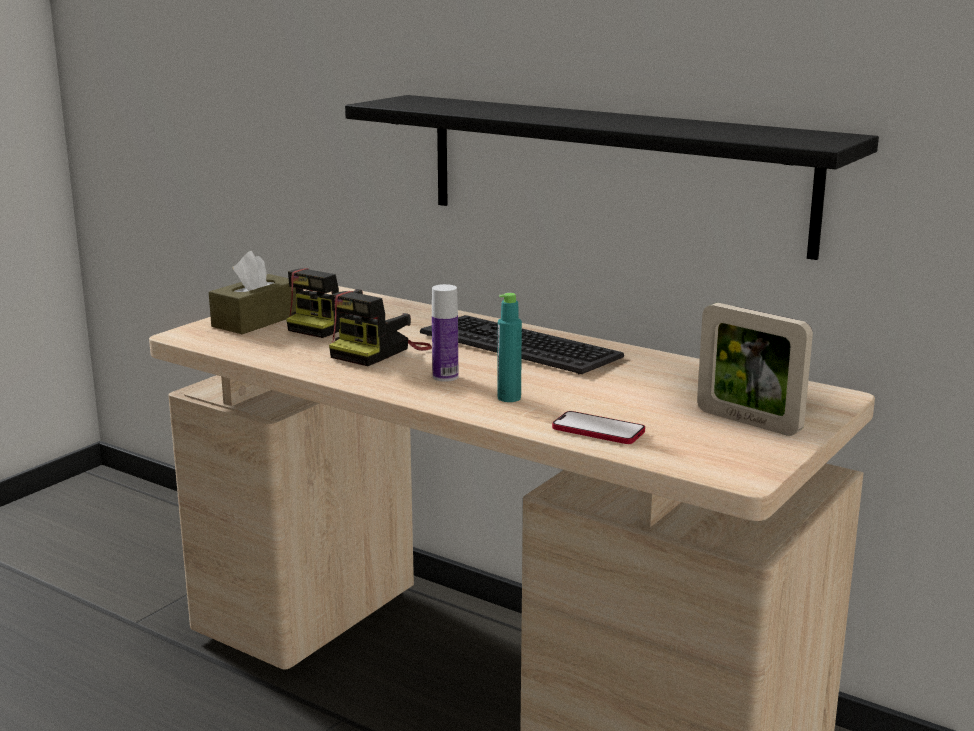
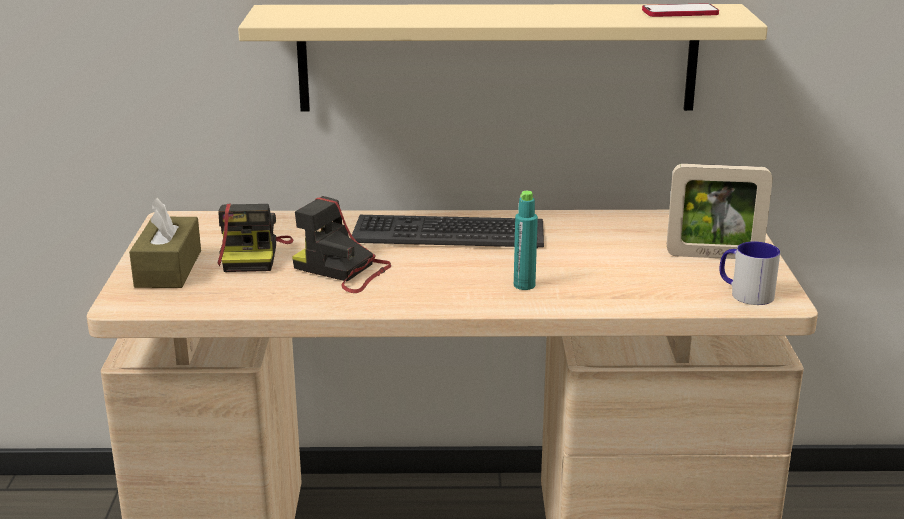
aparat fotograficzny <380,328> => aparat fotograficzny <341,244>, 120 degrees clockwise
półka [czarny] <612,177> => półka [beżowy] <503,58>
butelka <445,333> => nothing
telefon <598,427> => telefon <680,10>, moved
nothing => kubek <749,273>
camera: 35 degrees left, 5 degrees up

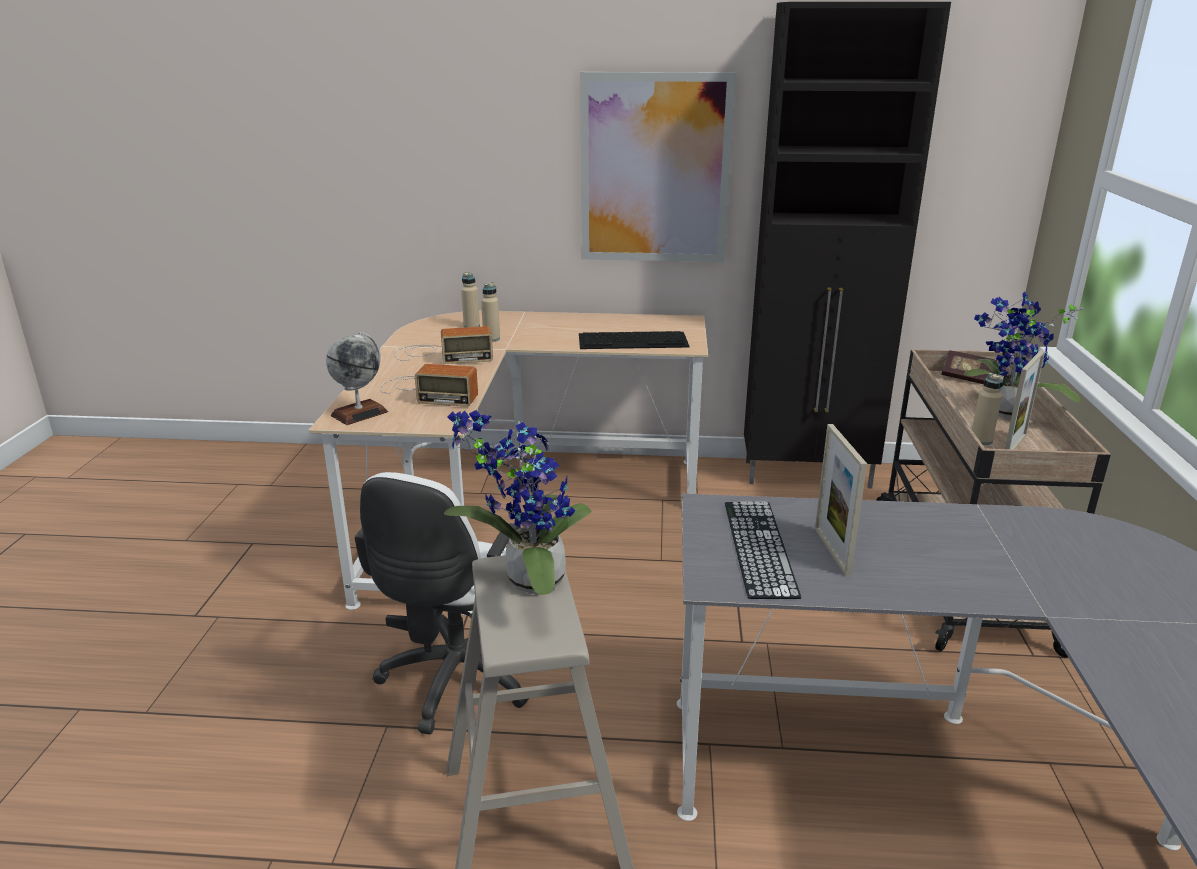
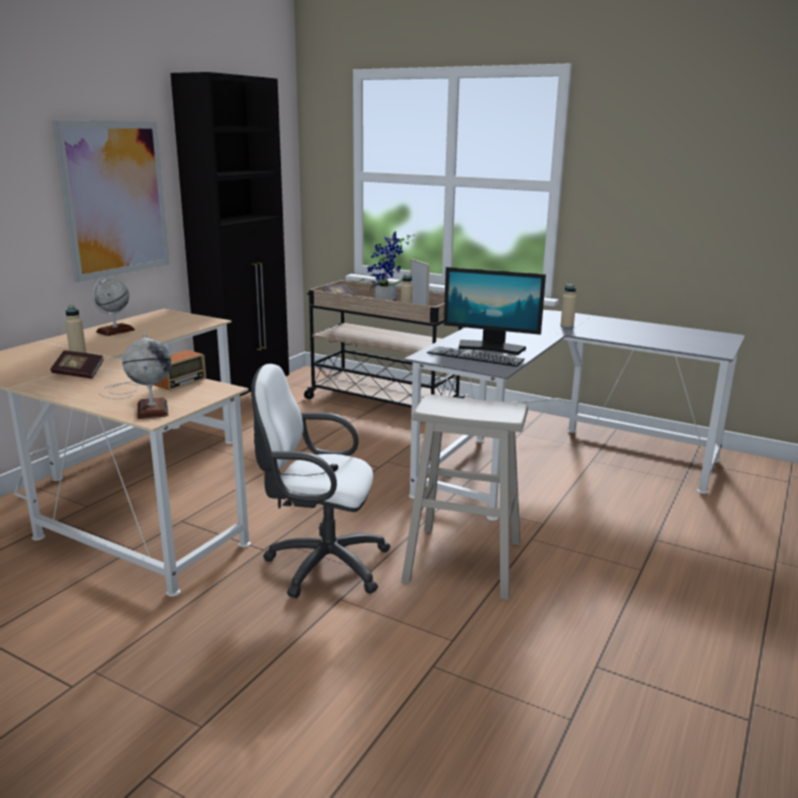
krzesło biurowe [biały] <441,603> => krzesło biurowe [biały] <320,481>, 150 degrees clockwise
radio <444,345> => książka <77,364>
roślina doniczkowa <517,502> => nothing
butelka [beżowy] <470,300> => butelka [beżowy] <568,306>, moved
klawiatura <634,340> => nothing
ramka na zdjęcie <841,500> => monitor <495,311>
nothing => globus <113,306>
camera: 65 degrees left, 5 degrees down

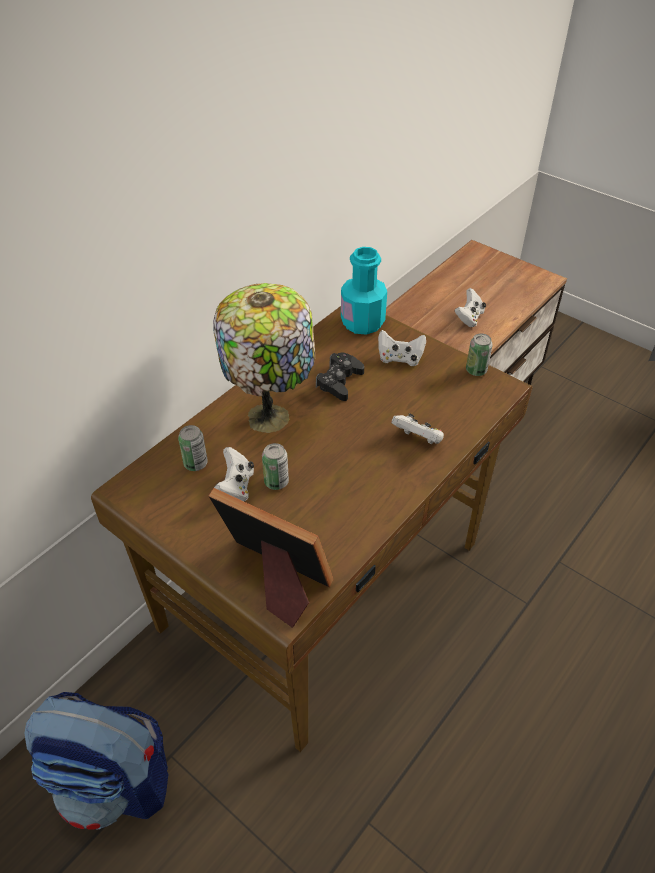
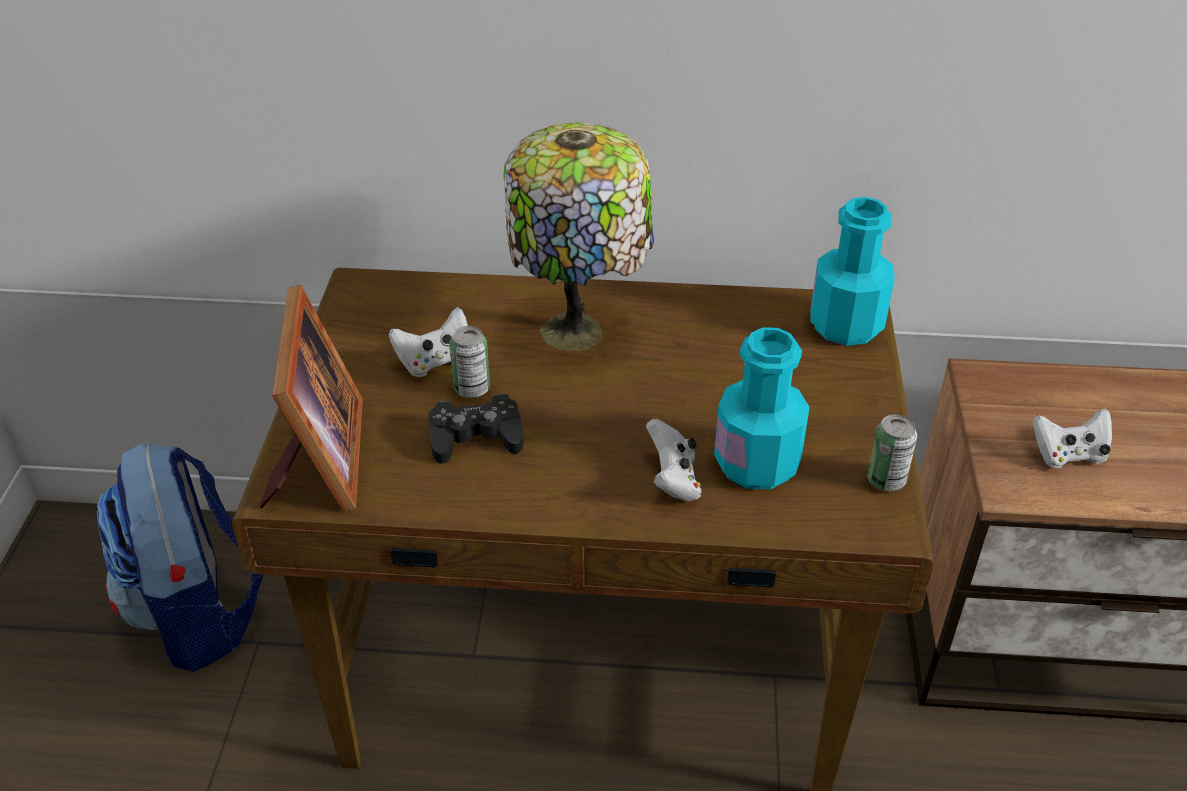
puszka <193,448> => nothing
pad do gier [czarny] <340,377> => pad do gier [czarny] <476,429>, moved
pad do gier [biały] <402,348> => nothing
nothing => butelka [turkusowy] <762,408>
camera: 55 degrees right, 5 degrees down

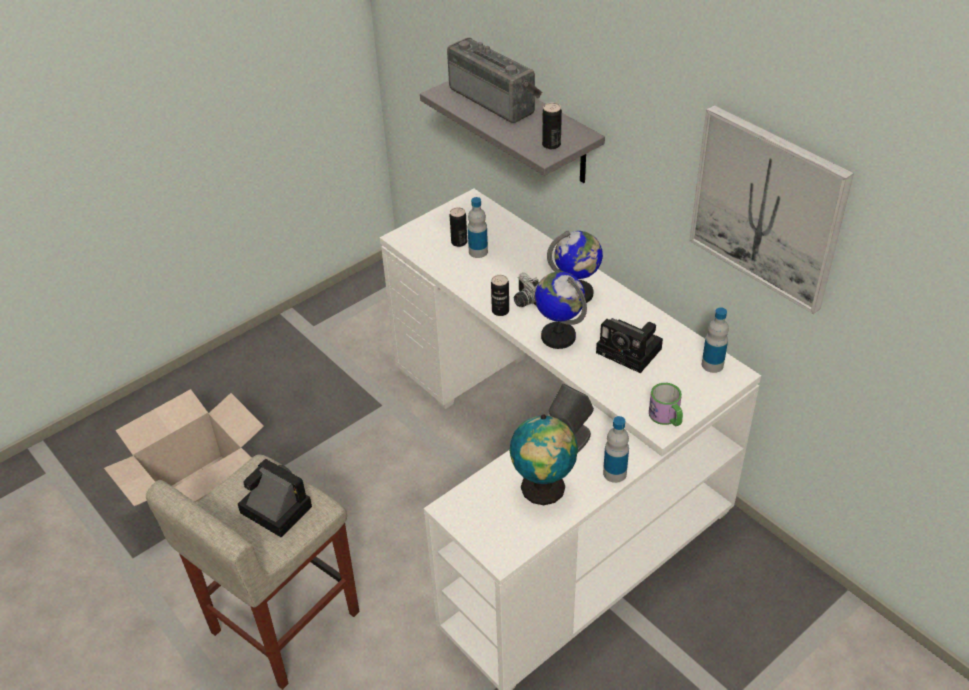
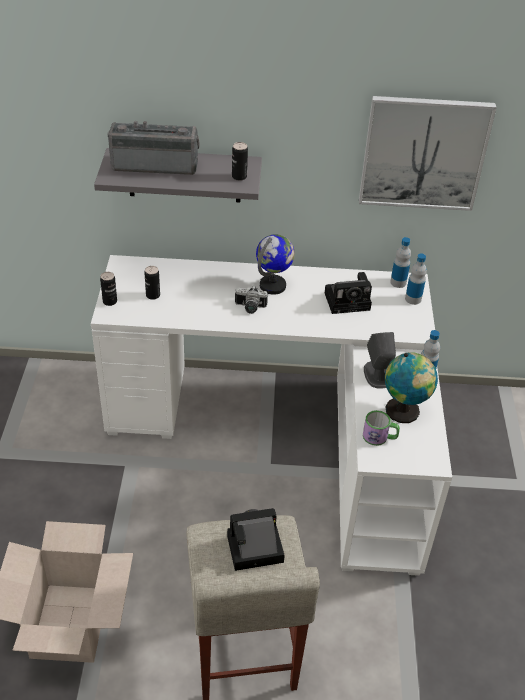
butelka <478,227> => butelka <416,279>, moved
puszka <500,295> => puszka <108,289>, moved
globus <561,310> => nothing
kubek <666,404> => kubek <381,428>, moved
camera: 50 degrees left, 0 degrees up

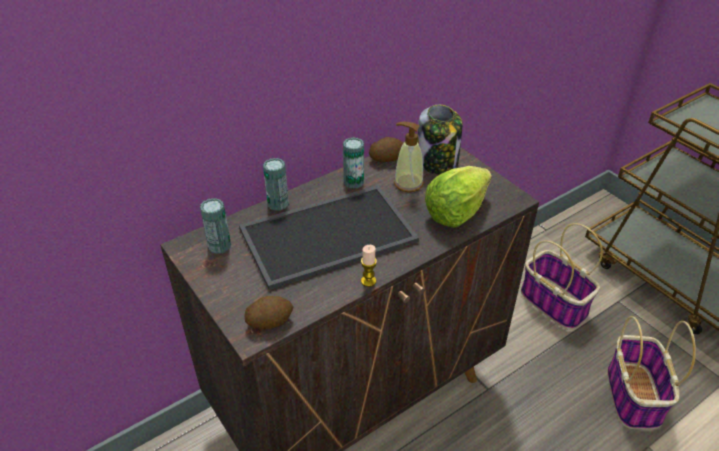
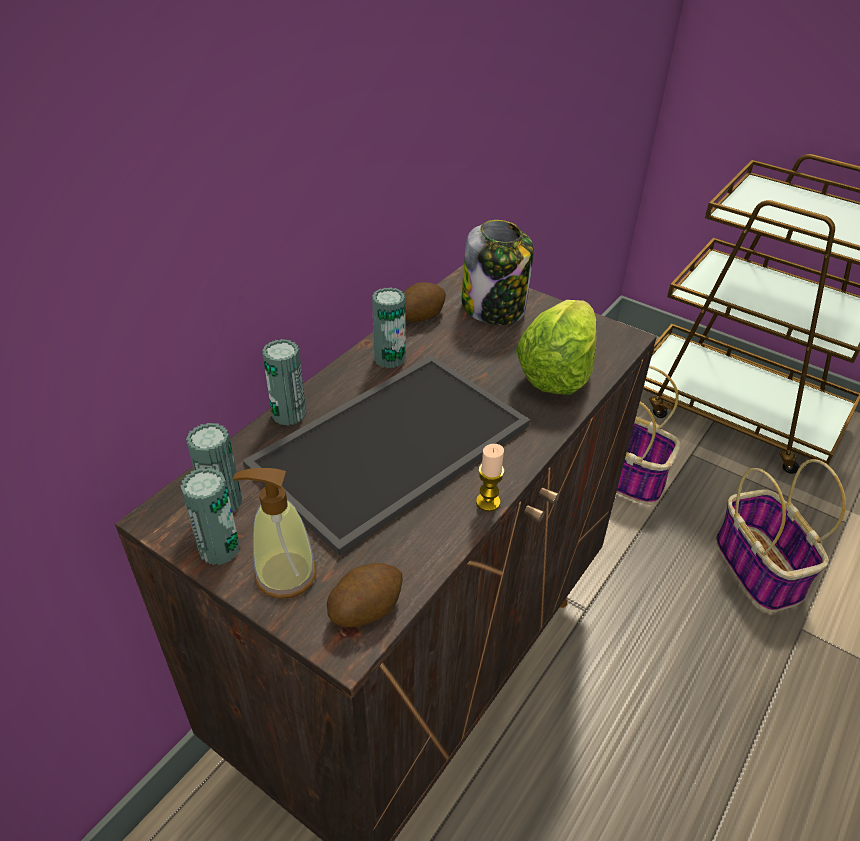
dozownik mydła <409,157> => dozownik mydła <274,533>, moved
nothing => puszka <210,516>
camera: 20 degrees left, 0 degrees up

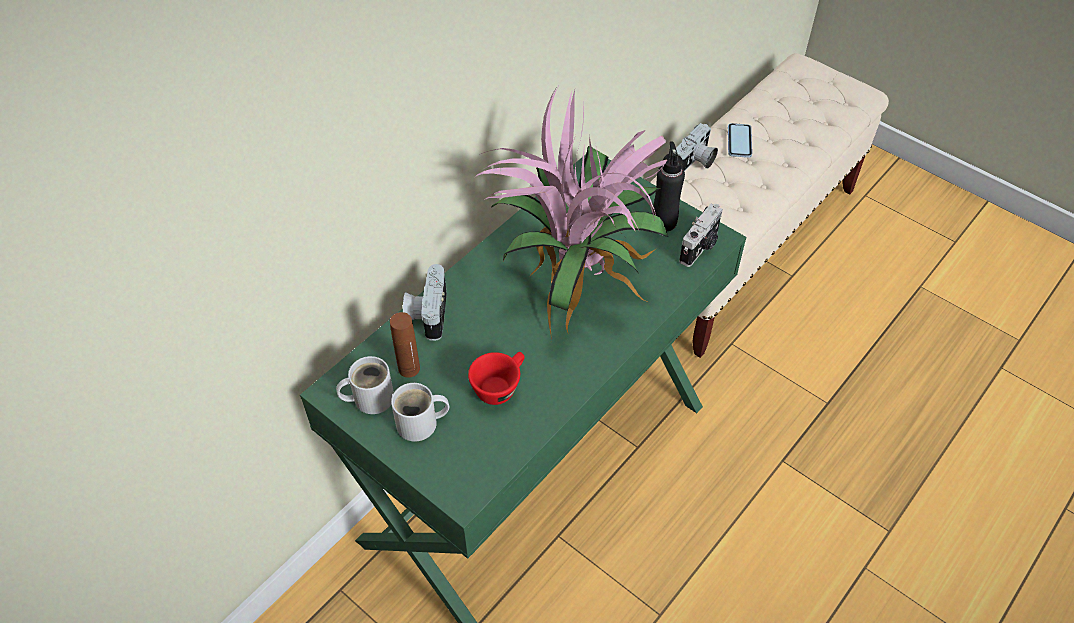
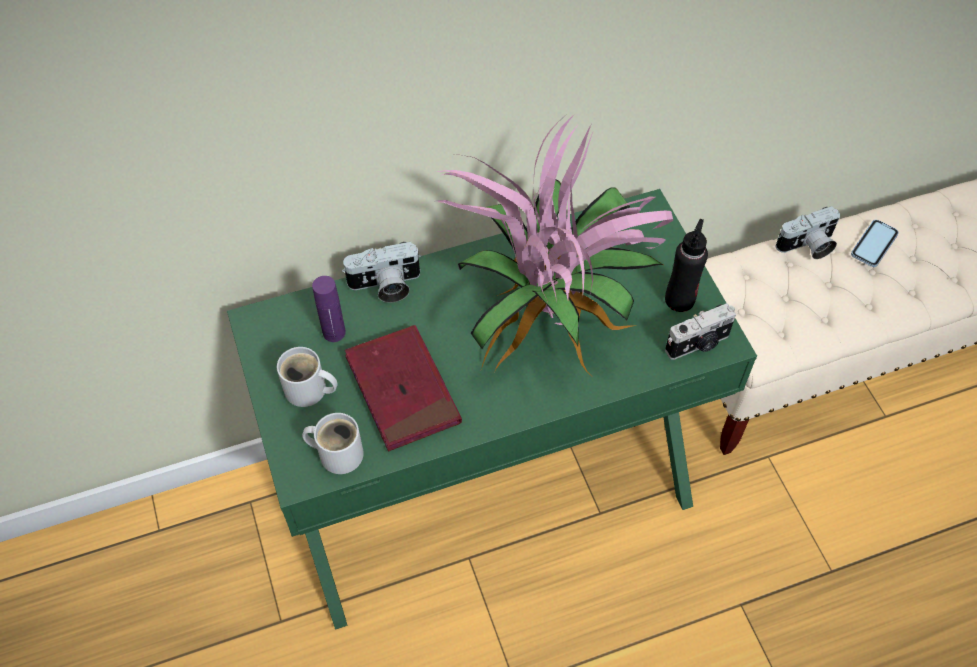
kubek [biały] <365,385> => kubek [biały] <333,443>, moved
butelka [brązowy] <405,345> => butelka [fioletowy] <329,309>
aparat fotograficzny <425,302> => aparat fotograficzny <381,272>, 135 degrees counterclockwise
filiżanka [czerwony] <496,378> => książka [czerwony] <403,388>
camera: 30 degrees right, 5 degrees up

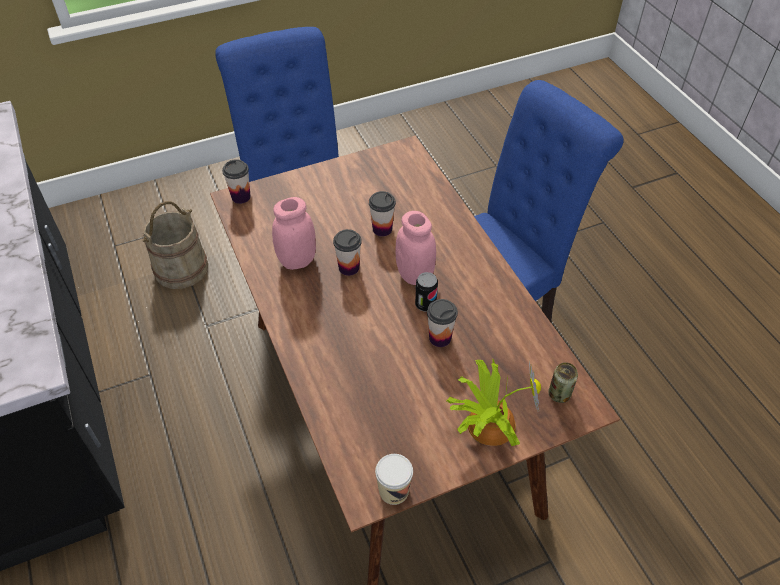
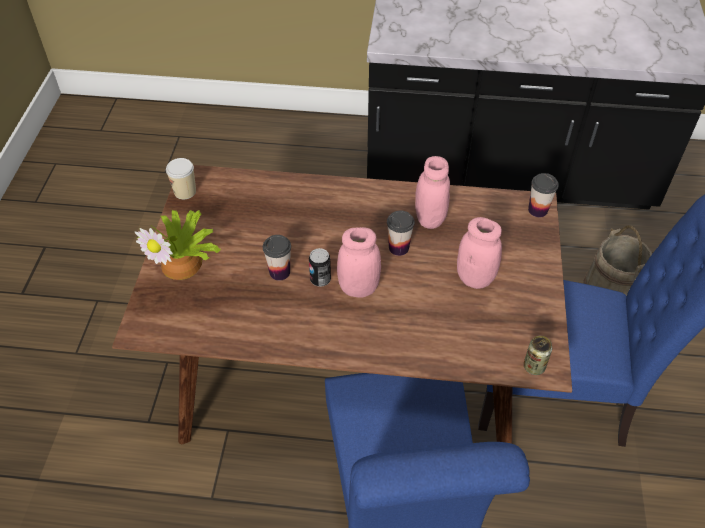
filiżanka <382,213> => nothing
puszka <563,382> => puszka <538,355>, moved
nothing => słoik [różowy] <479,253>
camera: 120 degrees right, 0 degrees up

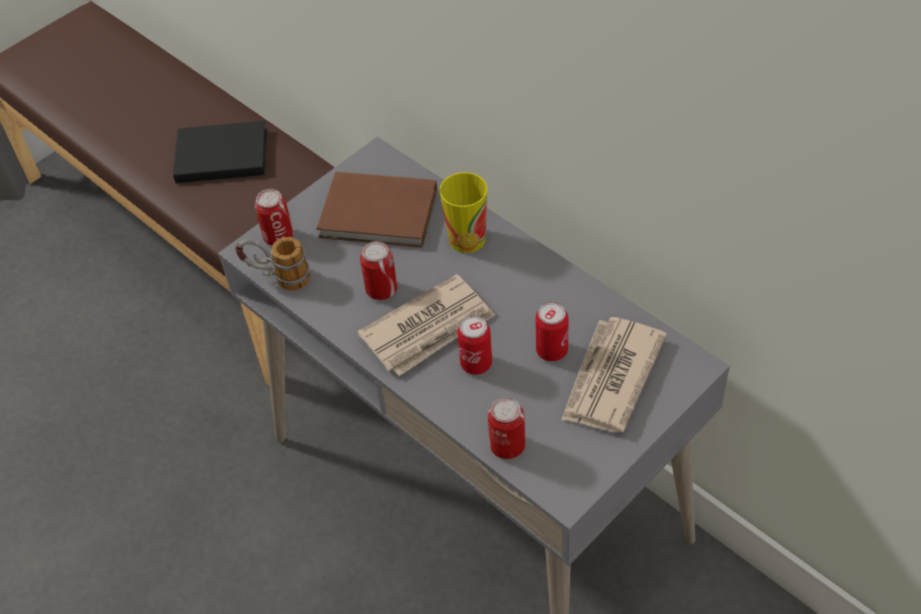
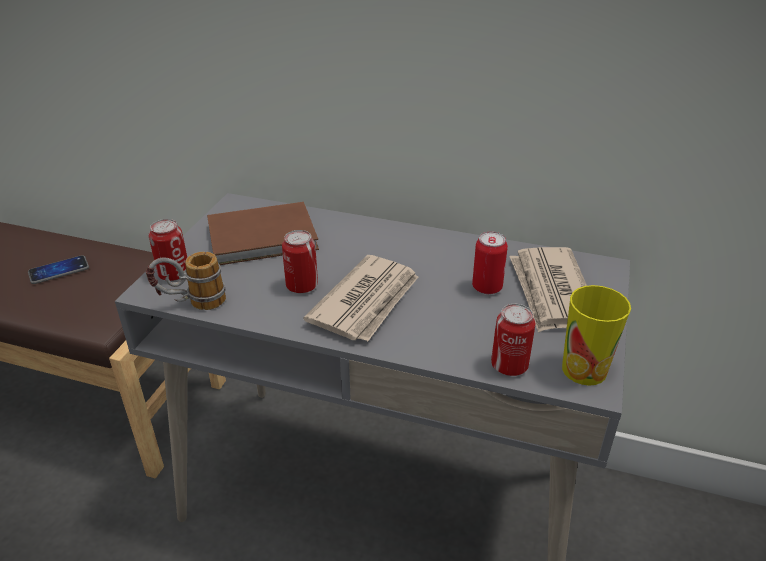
książka [czarny] <220,152> => telefon <58,269>
filiżanka <463,212> => filiżanka <596,335>, moved
puszka <474,345> => nothing
camera: 30 degrees left, 15 degrees down

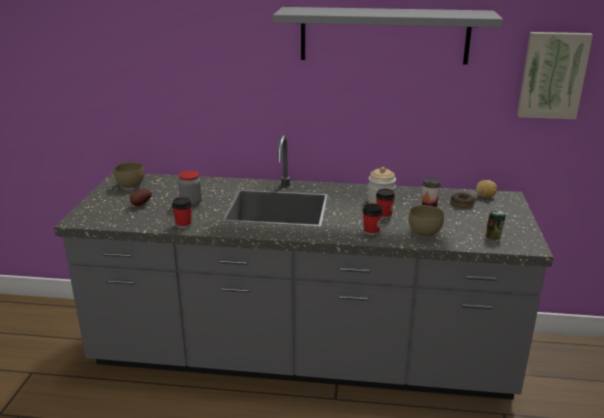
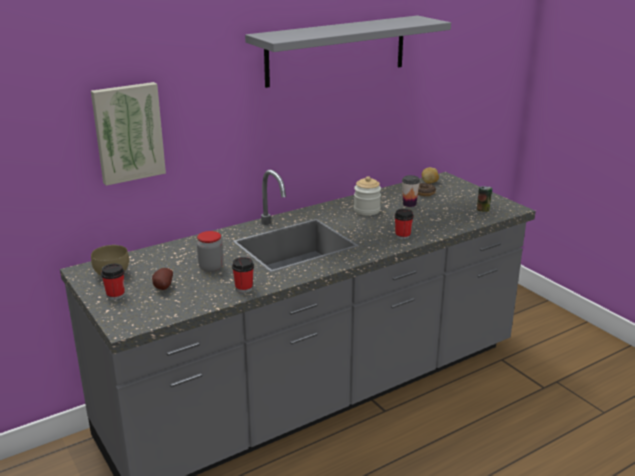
filiżanka <385,204> => filiżanka <113,282>, moved
miska [brązowy] <426,221> => nothing
obraz <555,75> => obraz <128,134>, moved
camera: 40 degrees left, 0 degrees up

